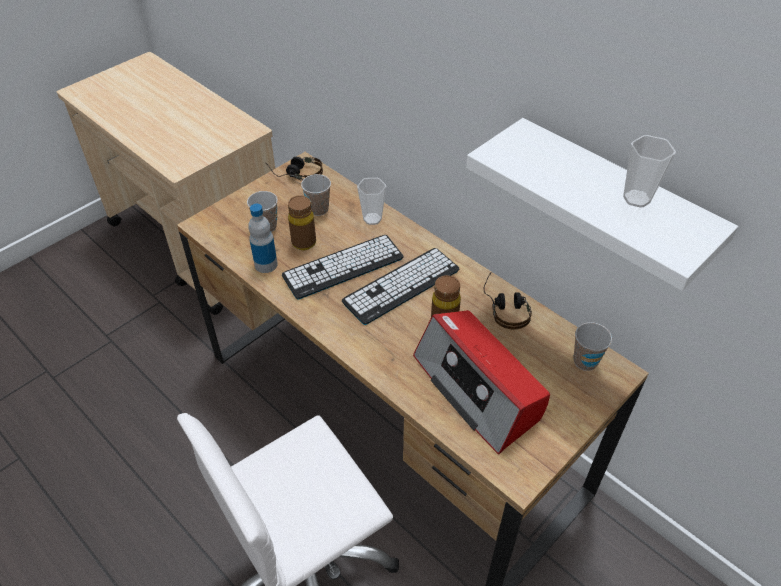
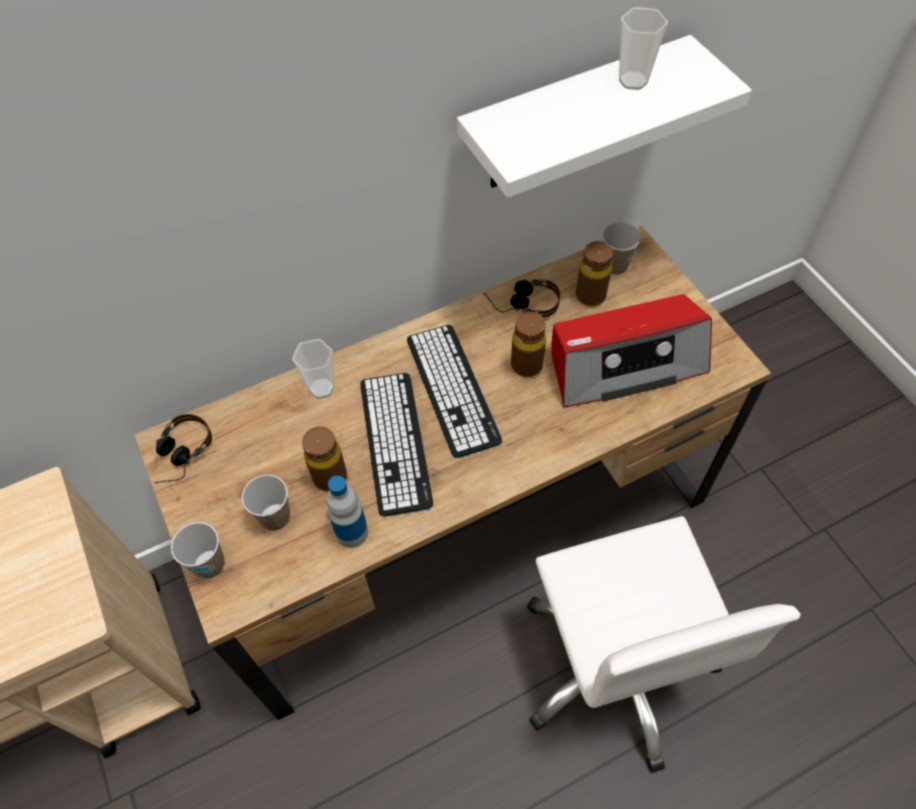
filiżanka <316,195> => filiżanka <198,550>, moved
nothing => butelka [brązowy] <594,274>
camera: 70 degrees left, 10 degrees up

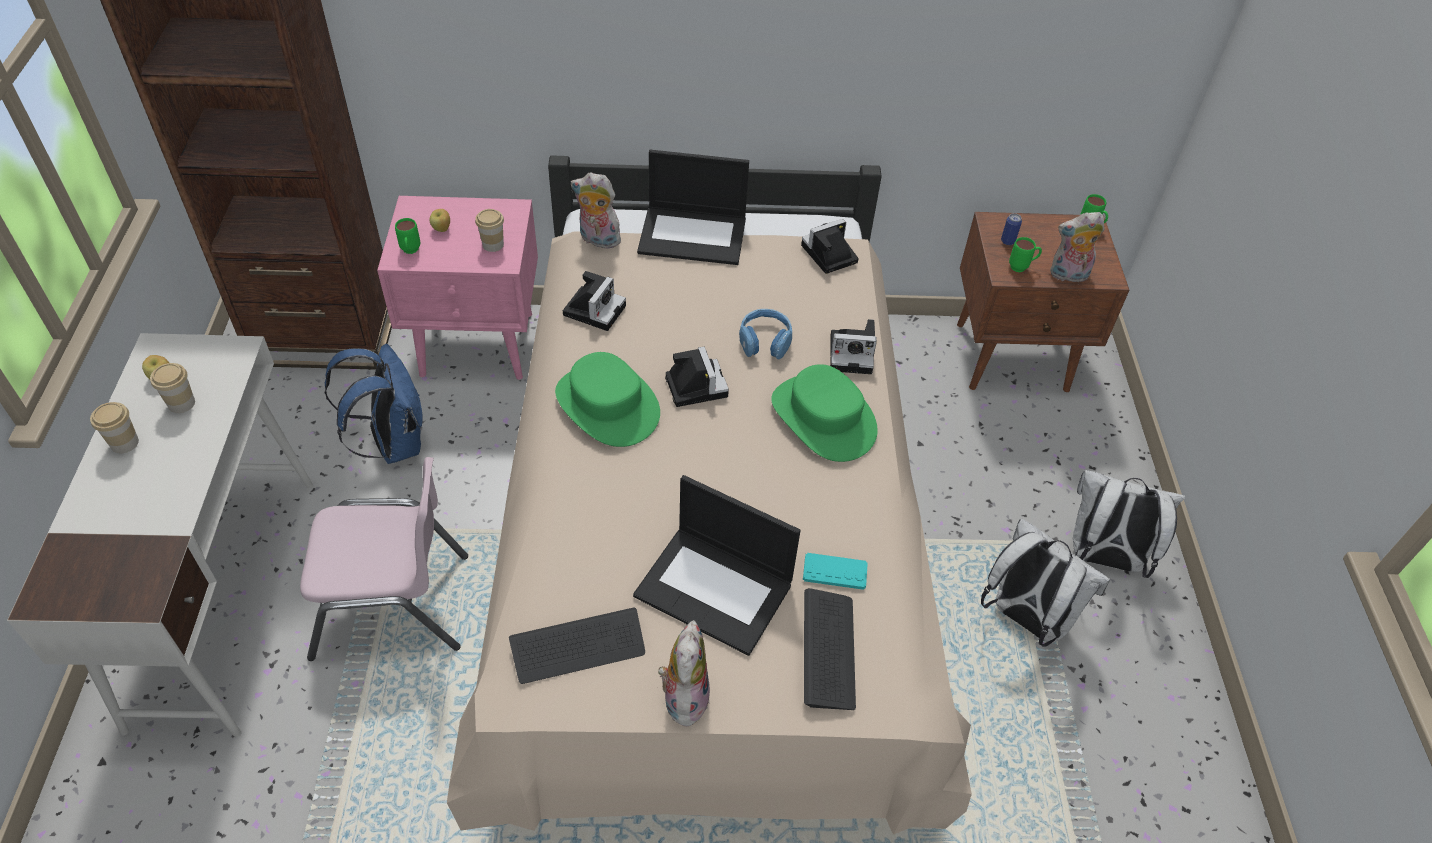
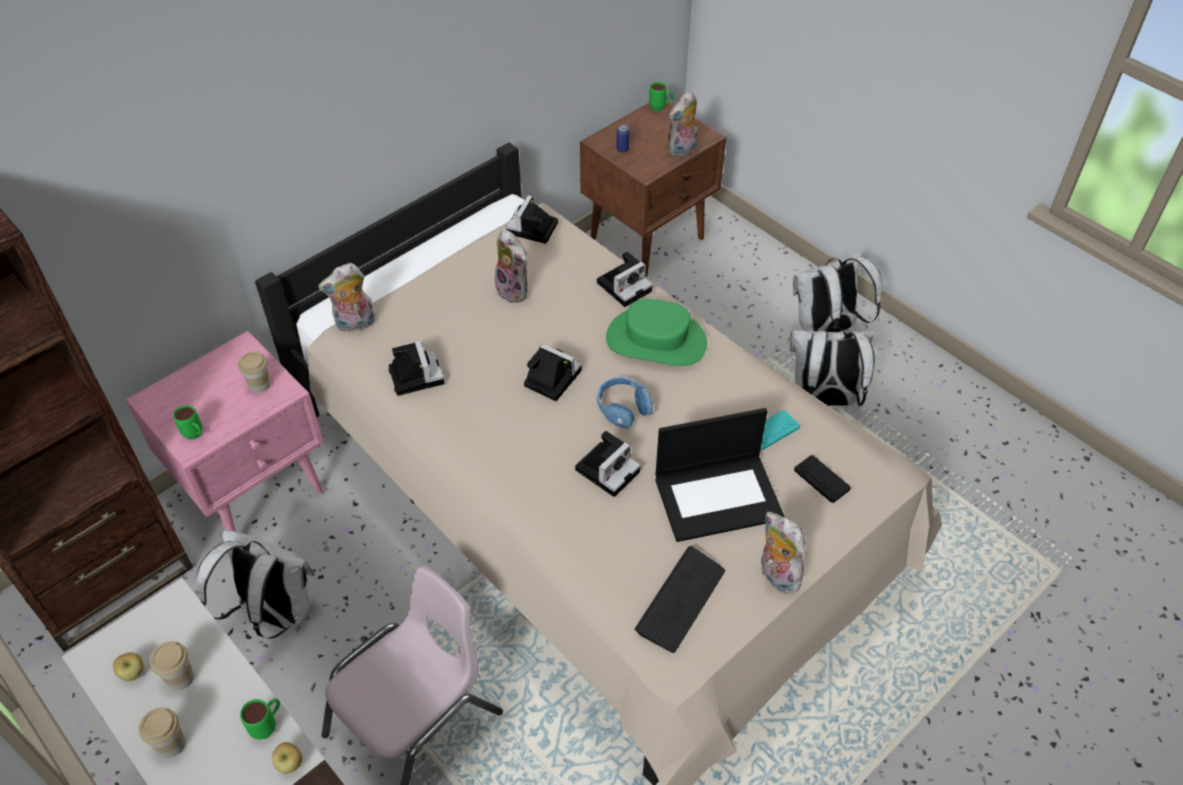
plecak [niebieski] <374,404> => plecak [biały] <255,584>
jabłko <439,220> => jabłko <287,758>, moved
kapelusz [zielony] <607,399> => nothing
laptop <693,207> => nothing
słuchawki [niebieski] <765,334> => słuchawki [niebieski] <625,403>, moved
klawiatura <830,649> => pad do gier [czarny] <822,479>
kubek [zielony] <1025,254> => kubek [zielony] <260,719>, moved
nothing => pluszak <511,266>
nothing => aparat fotograficzny <608,464>
camera: 40 degrees left, 0 degrees up

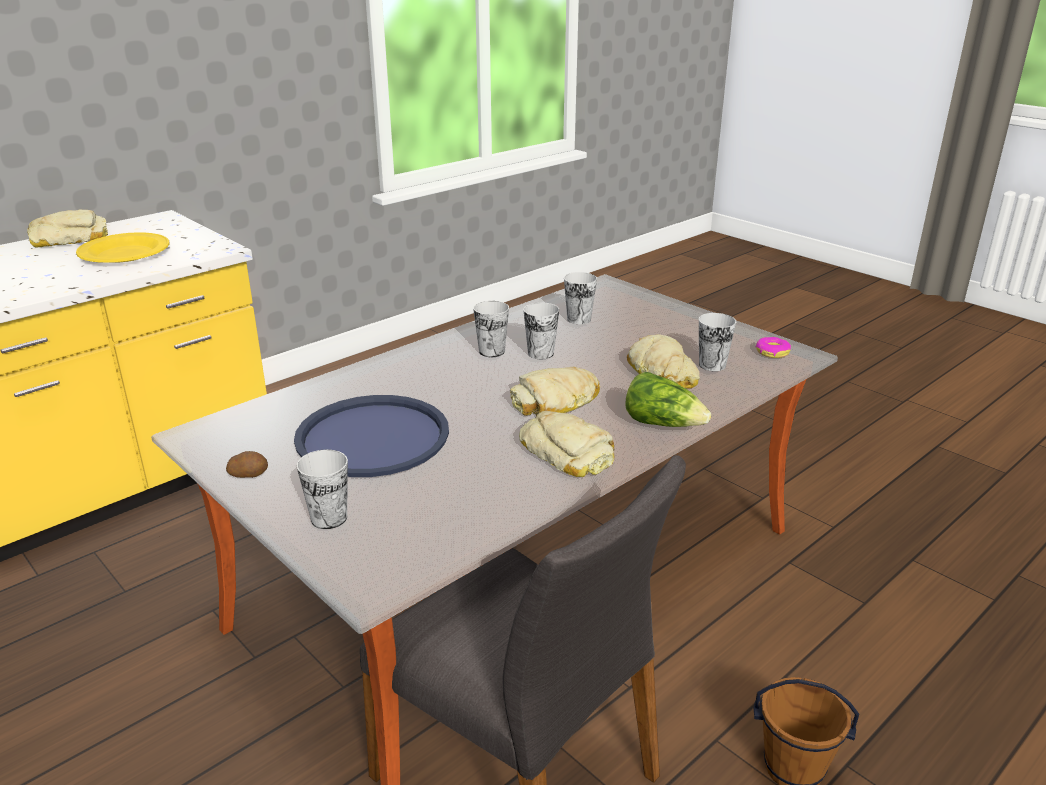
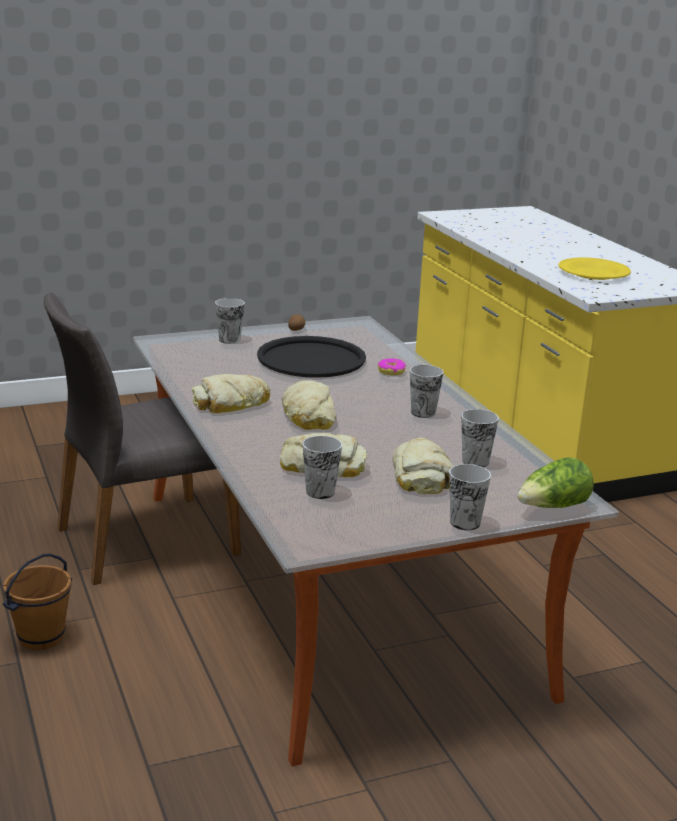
chleb <67,228> => chleb <422,465>, moved
taca [niebieski] <371,436> => taca [czarny] <311,357>
filiżanka <541,330> => filiżanka <470,497>, moved
sałata <668,399> => sałata <555,482>, moved
donut <773,347> => donut <392,367>, moved
camera: 110 degrees right, 5 degrees down

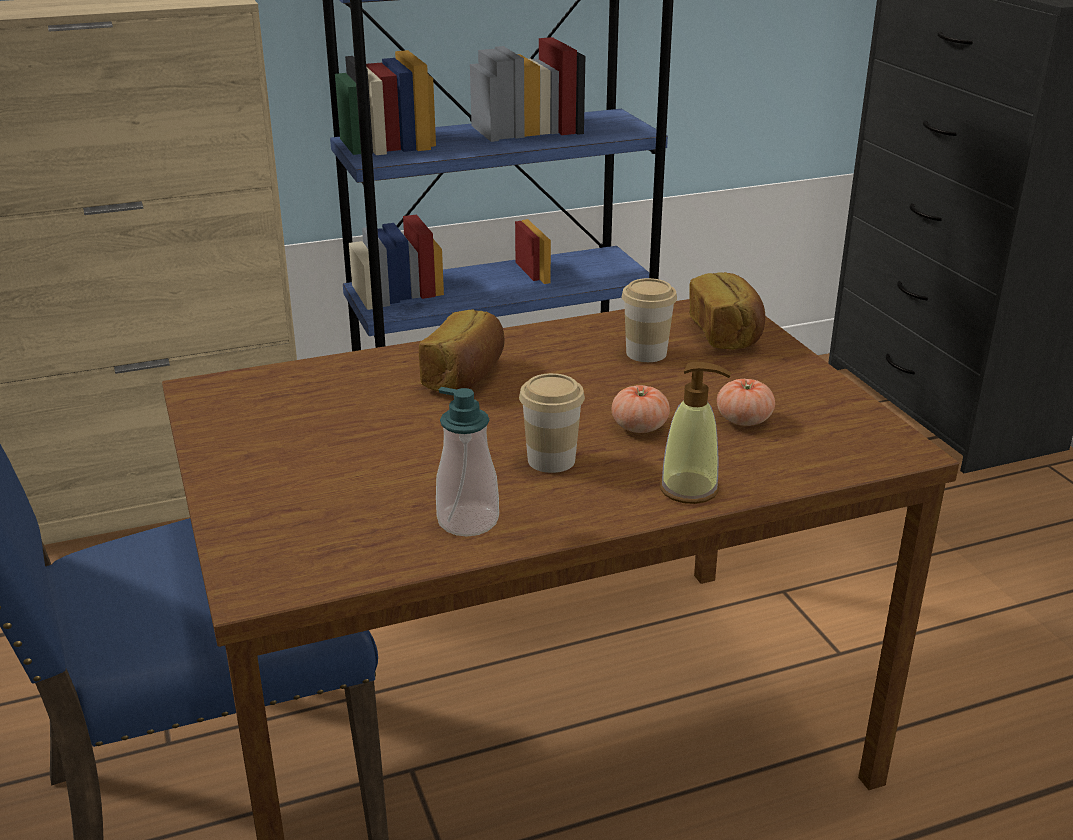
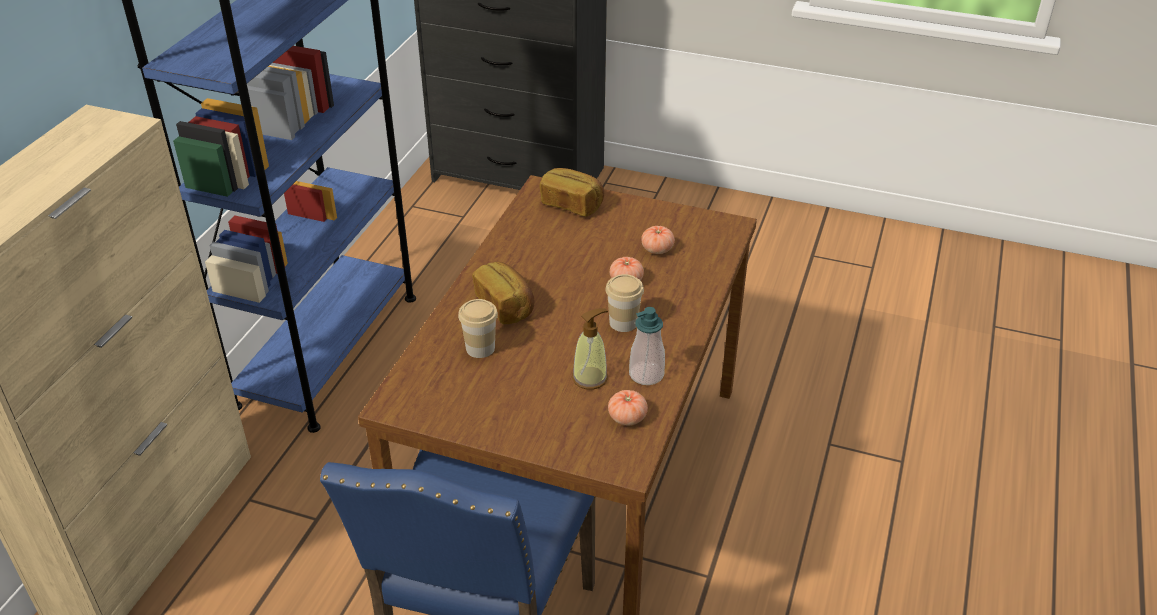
filiżanka <649,320> => filiżanka <478,328>, moved
dozownik mydła <695,433> => dozownik mydła <590,349>, moved
nothing => pomidor <628,407>
camera: 50 degrees left, 10 degrees up

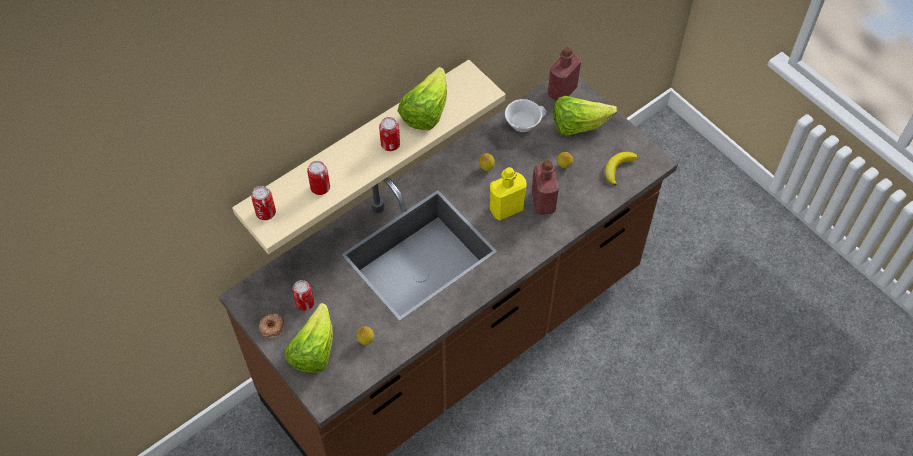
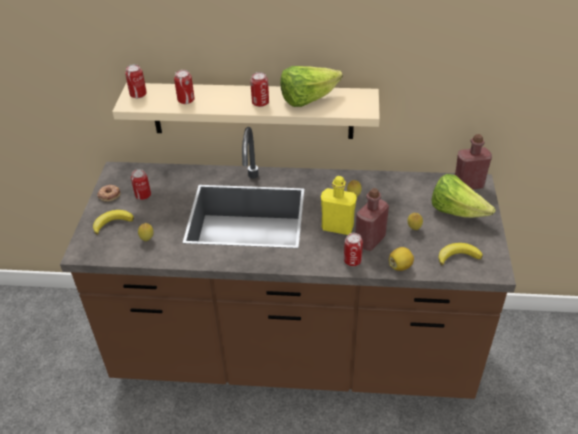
sałata <309,338> => banan <113,222>
filiżanka [biały] <525,115> => nothing
nothing => puszka <353,249>
nothing => cytryna <401,259>
camera: 45 degrees right, 15 degrees down

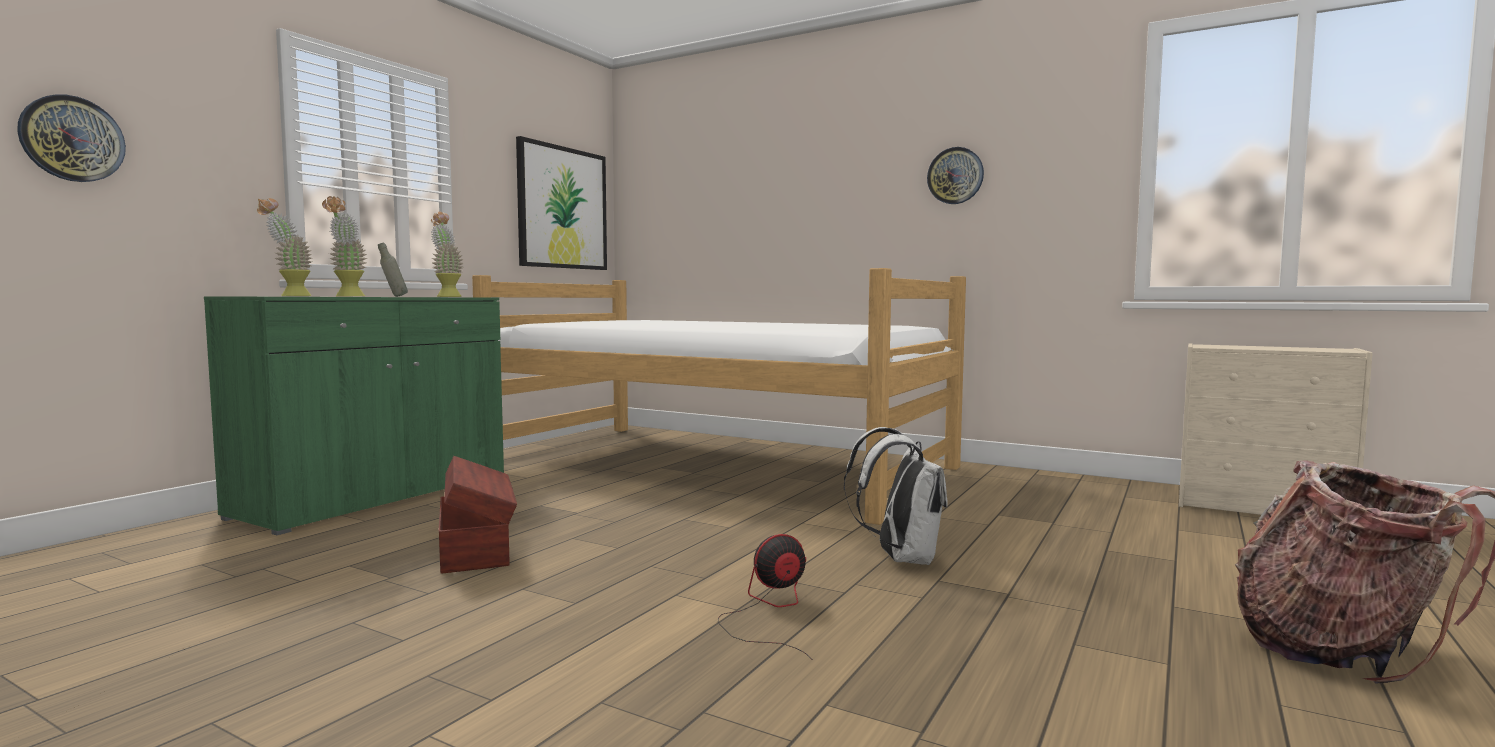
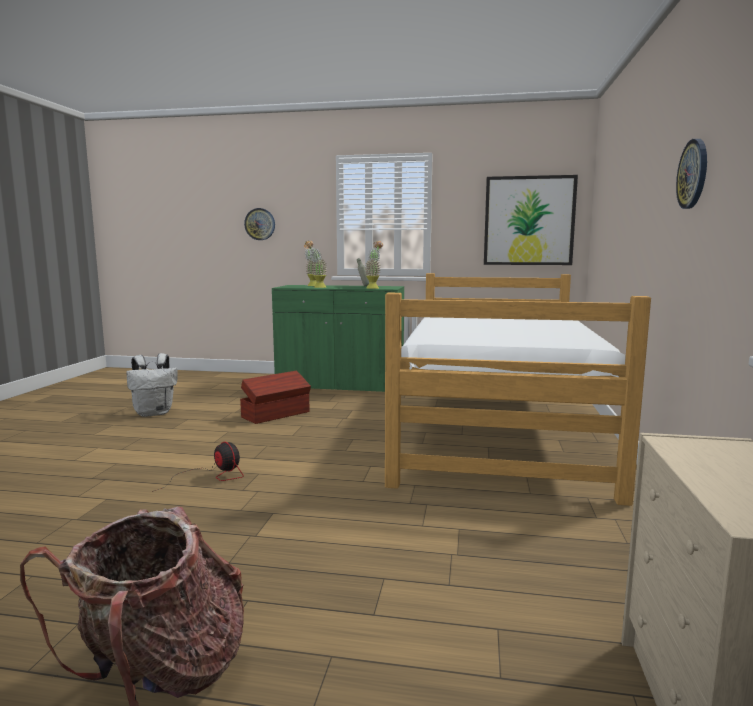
plecak [biały] <896,496> => plecak [biały] <152,385>, moved
camera: 70 degrees right, 5 degrees up

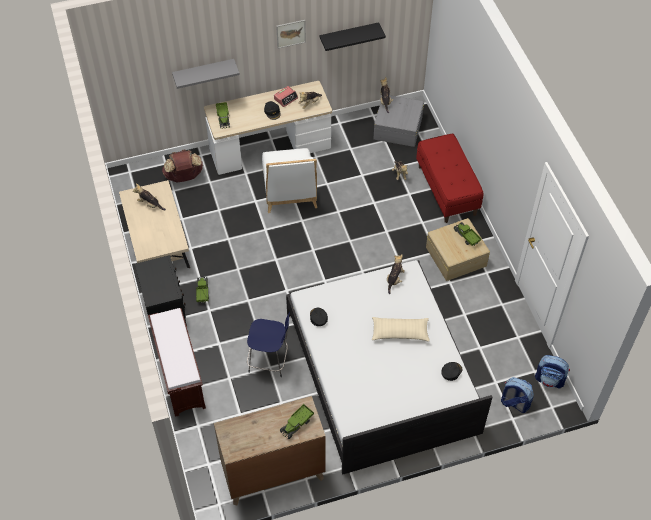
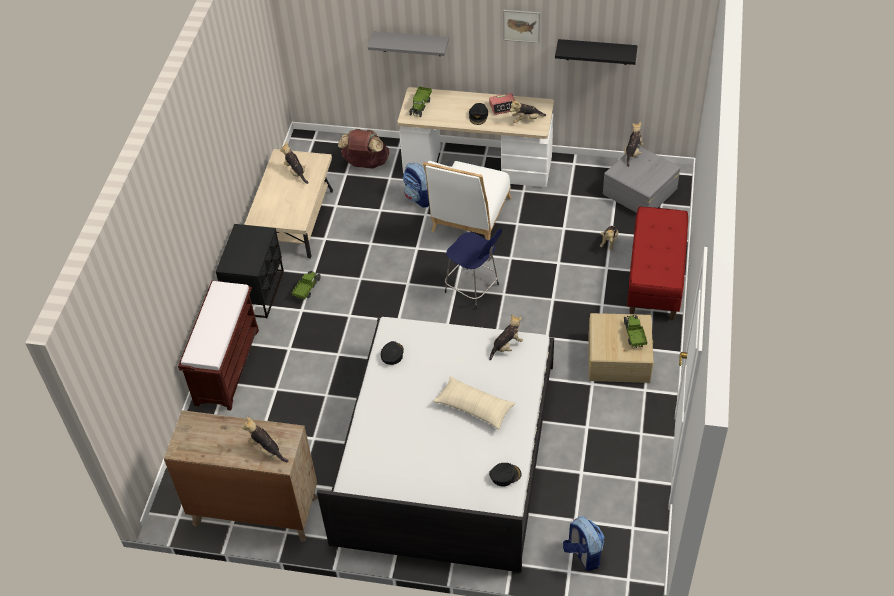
stołek [niebieski] <268,344> => stołek [niebieski] <473,269>, moved
ciężarówka zabawkowa <297,421> => pluszak <265,439>
plecak <552,371> => plecak <416,185>, moved
camera: 30 degrees right, 5 degrees down

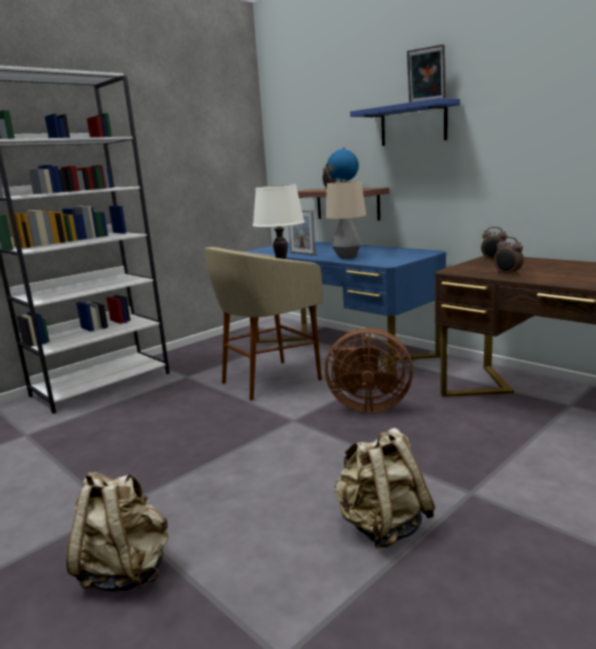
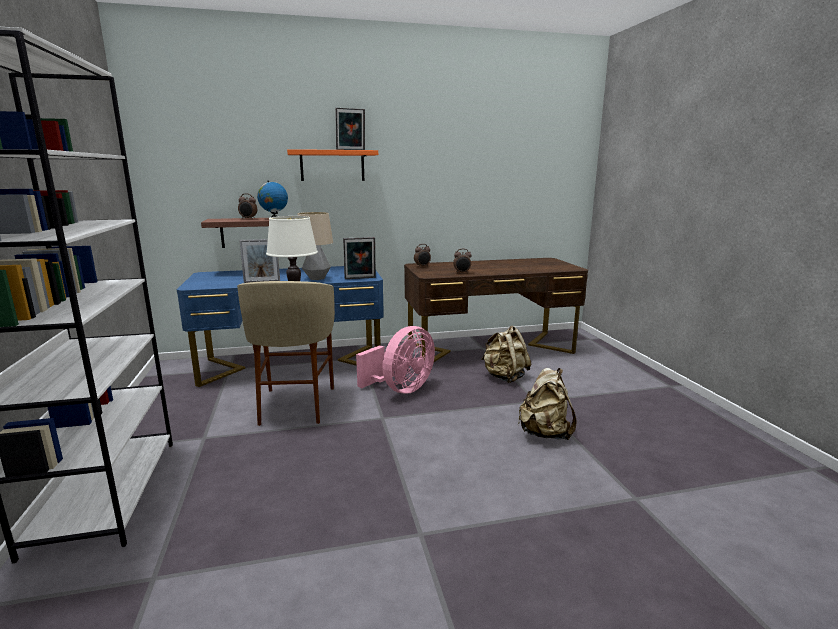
plecak [beżowy] <117,532> => plecak [beżowy] <506,354>, moved
wentylator [brązowy] <369,370> => wentylator [różowy] <395,360>
półka [niebieski] <405,122> => półka [pomarańczowy] <332,165>
nothing => ramka na zdjęcie <359,258>
camera: 60 degrees left, 0 degrees up

